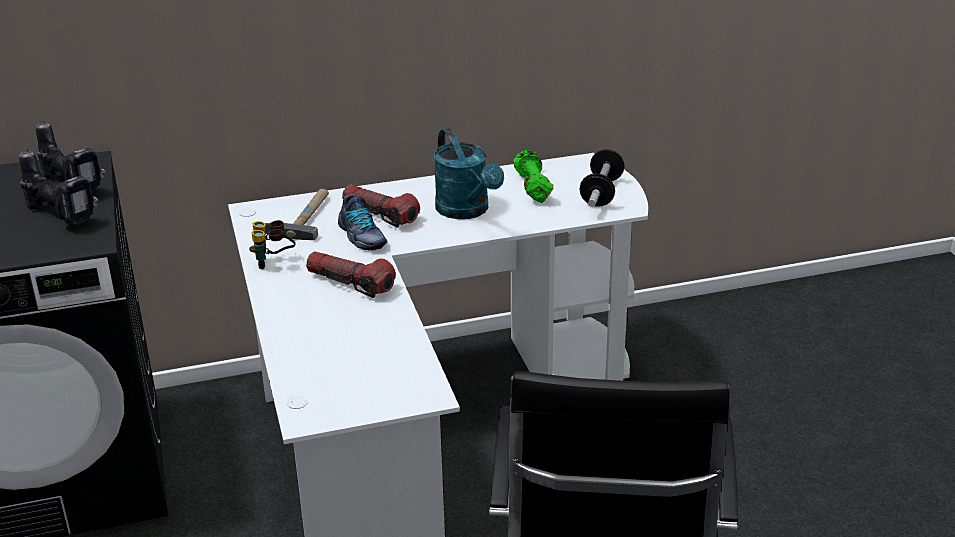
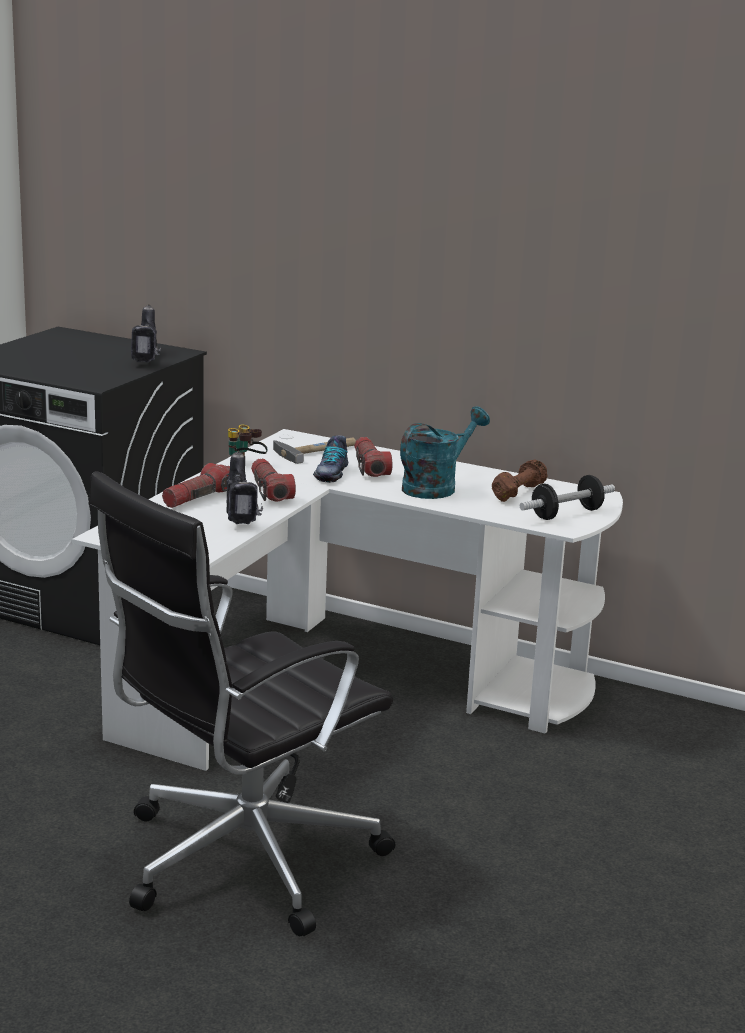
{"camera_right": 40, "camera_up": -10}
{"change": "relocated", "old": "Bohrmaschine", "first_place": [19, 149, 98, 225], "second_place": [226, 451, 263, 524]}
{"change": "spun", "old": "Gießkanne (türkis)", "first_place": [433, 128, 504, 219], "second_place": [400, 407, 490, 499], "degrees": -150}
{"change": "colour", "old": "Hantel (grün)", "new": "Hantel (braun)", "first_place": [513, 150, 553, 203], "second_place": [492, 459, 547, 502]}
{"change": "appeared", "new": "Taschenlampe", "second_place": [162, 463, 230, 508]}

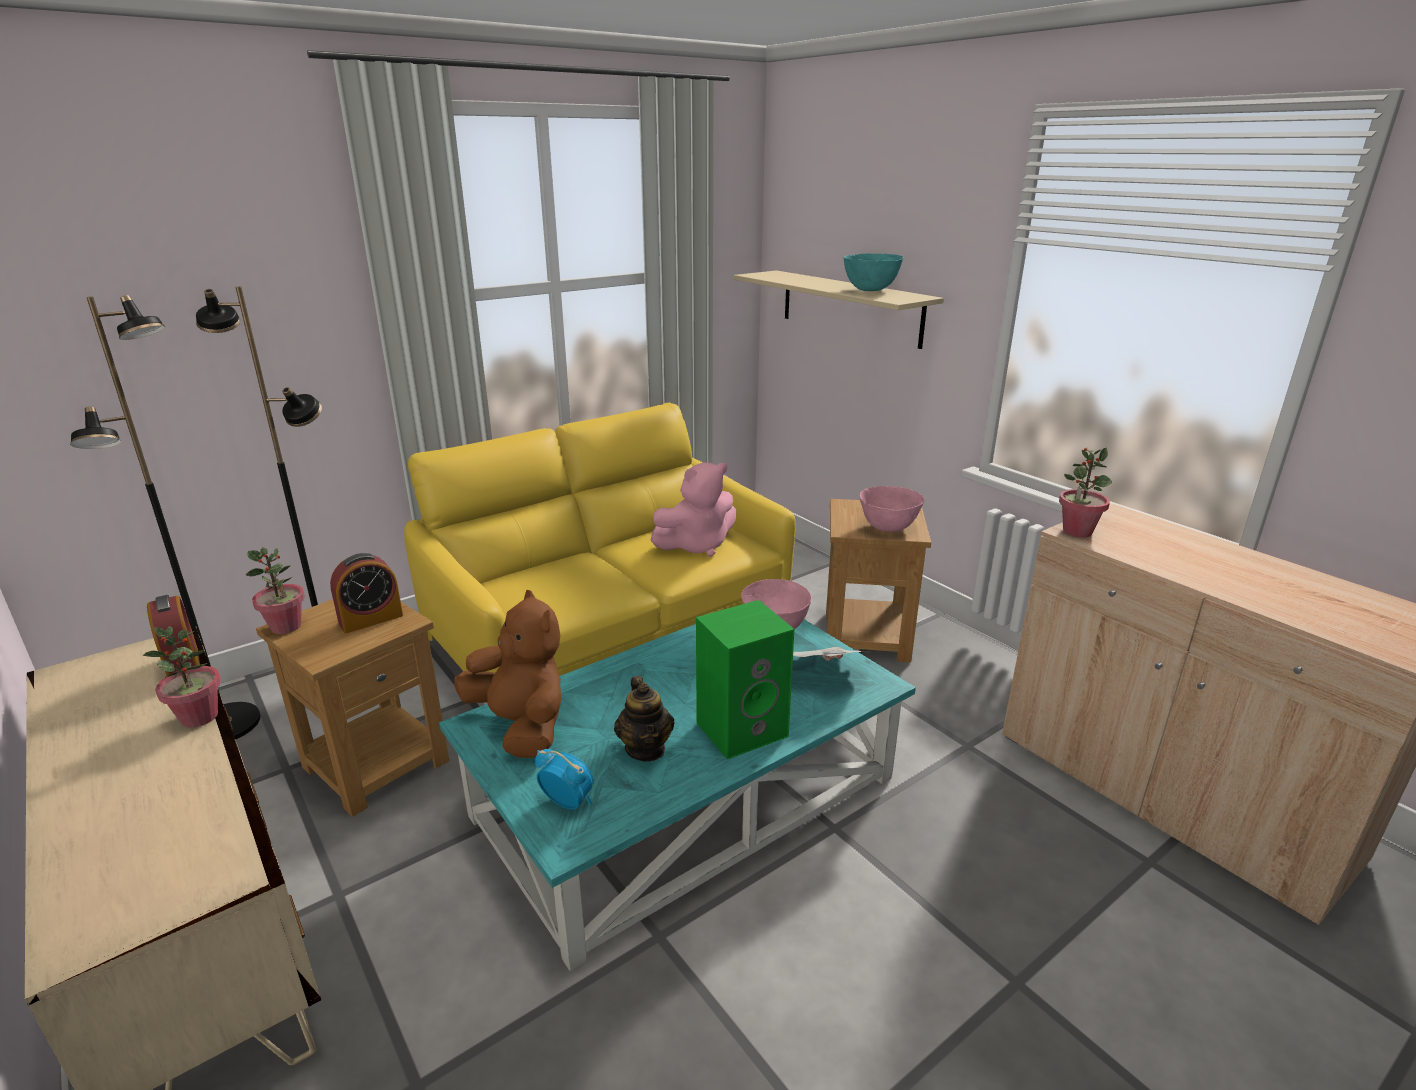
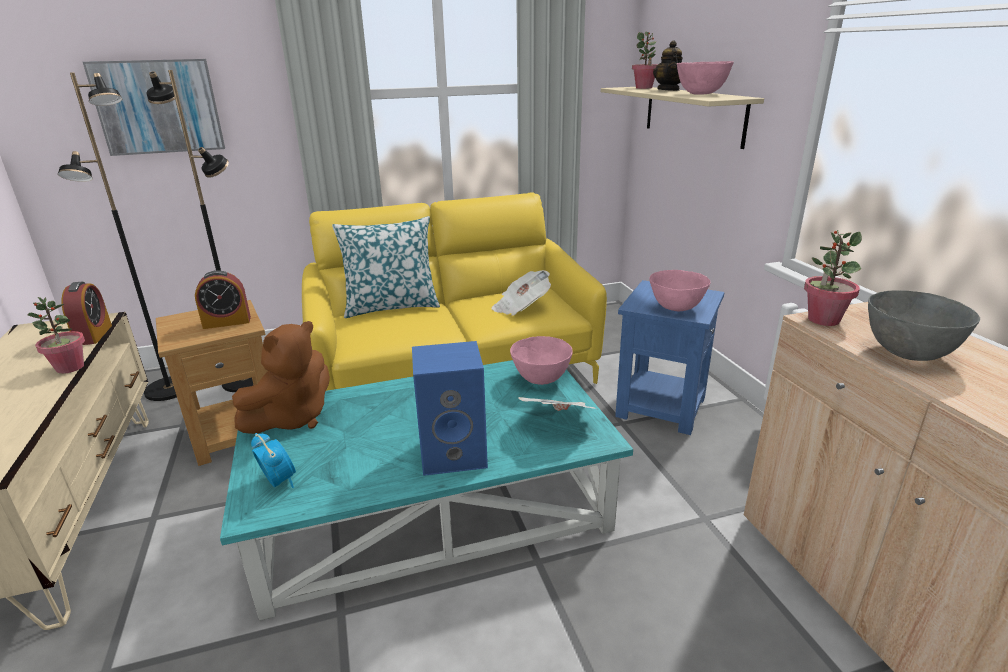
{"camera_right": 20, "camera_up": 0}
{"change": "relocated", "old": "Topfpflanze", "first_place": [245, 547, 305, 634], "second_place": [632, 32, 658, 89]}
{"change": "spun", "old": "Plüschtier (braun)", "first_place": [454, 590, 561, 758], "second_place": [232, 321, 330, 434], "degrees": 60}
{"change": "relocated", "old": "Teekanne", "first_place": [614, 676, 675, 762], "second_place": [653, 41, 683, 91]}
{"change": "exchanged", "old": "Plüschtier (rosa)", "new": "Zeitung", "first_place": [650, 462, 736, 557], "second_place": [491, 270, 551, 315]}
{"change": "colour", "old": "Lautsprecher (grün)", "new": "Lautsprecher (blau)", "first_place": [696, 600, 794, 759], "second_place": [412, 341, 488, 476]}
{"change": "colour", "old": "Beistelltisch (braun)", "new": "Beistelltisch (blau)", "first_place": [826, 499, 931, 662], "second_place": [615, 280, 724, 435]}
{"change": "colour", "old": "Schüssel (türkis)", "new": "Schüssel (rosa)", "first_place": [844, 253, 903, 291], "second_place": [677, 61, 734, 95]}
{"change": "appeared", "new": "Bild", "second_place": [83, 59, 225, 156]}
{"change": "appeared", "new": "Kissen", "second_place": [332, 216, 440, 318]}
{"change": "appeared", "new": "Schüssel (grau)", "second_place": [868, 290, 980, 361]}

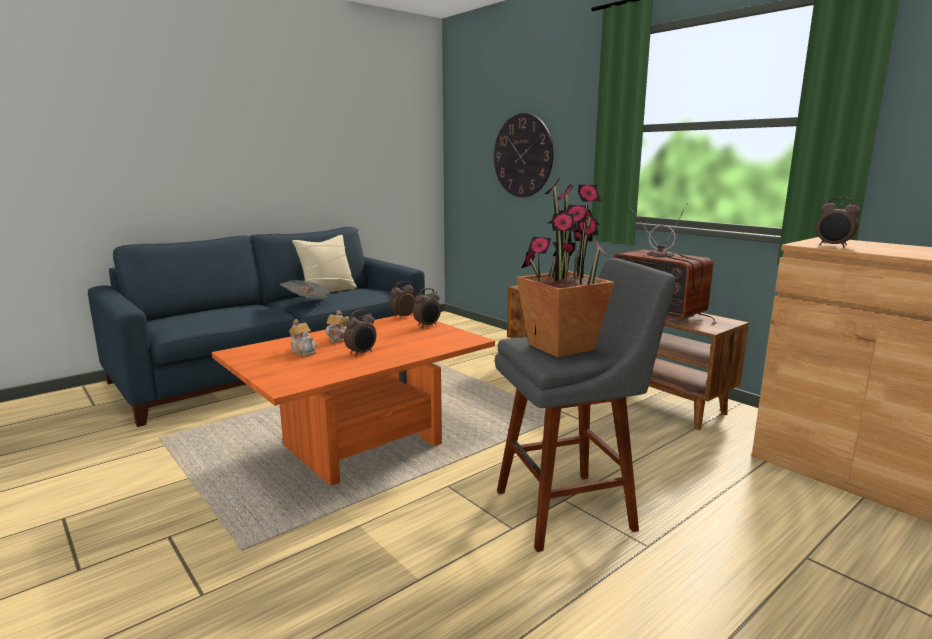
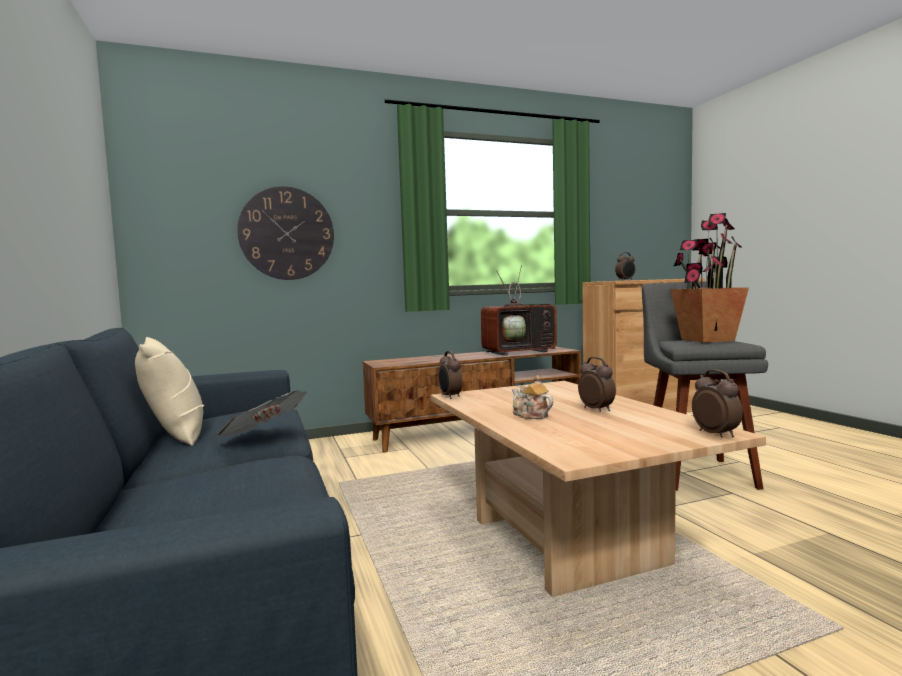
{"camera_right": -70, "camera_up": -10}
{"change": "colour", "old": "Couchtisch (orange)", "new": "Couchtisch (beige)", "first_place": [212, 313, 495, 486], "second_place": [431, 381, 766, 597]}
{"change": "missing", "old": "Teekanne", "first_place": [289, 319, 317, 356]}
{"change": "relocated", "old": "Wecker", "first_place": [413, 288, 441, 328], "second_place": [692, 369, 743, 438]}

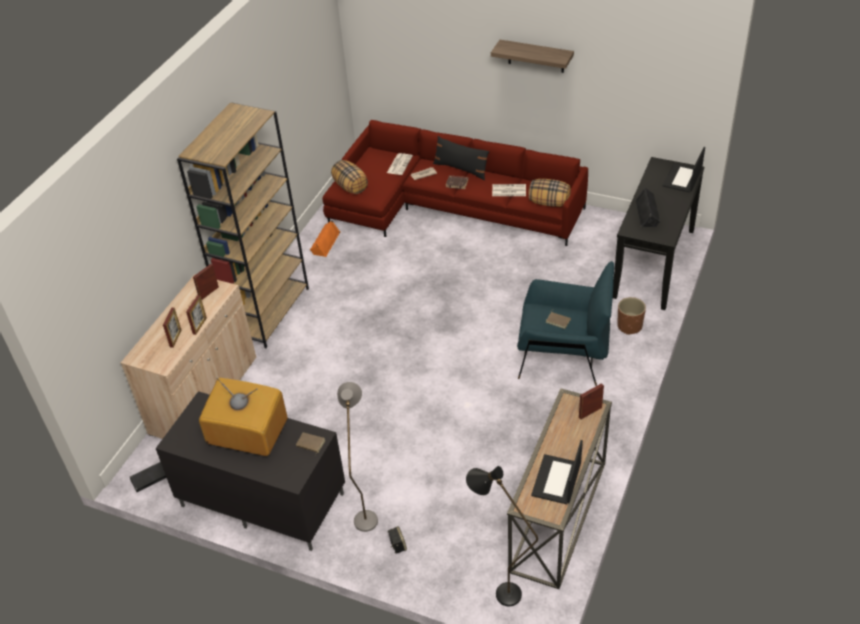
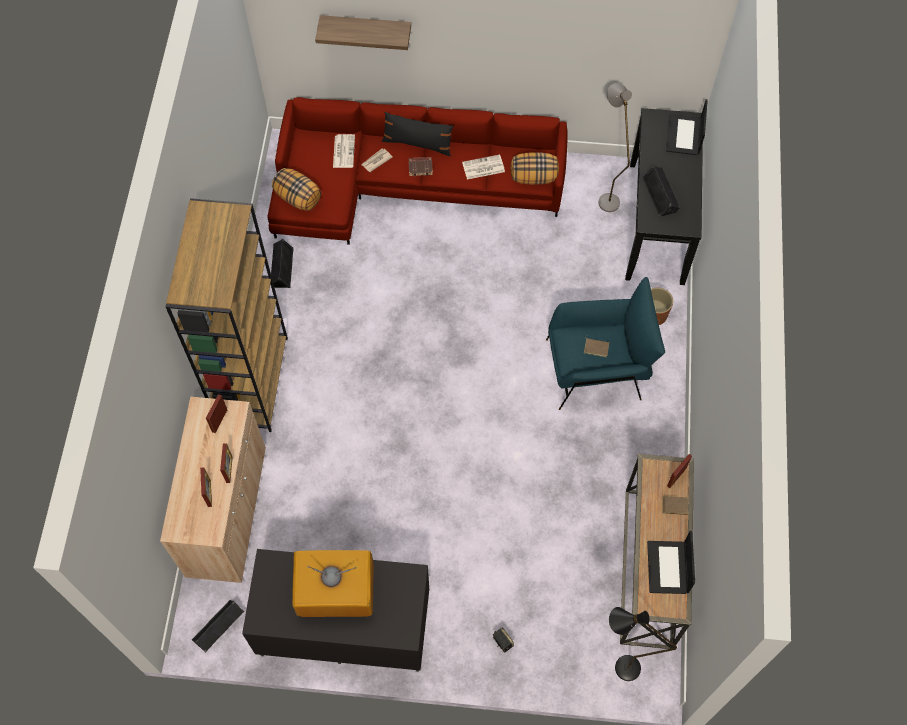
{"camera_right": -20, "camera_up": 20}
{"change": "relocated", "old": "Buch (braun)", "first_place": [296, 433, 325, 455], "second_place": [662, 496, 690, 518]}
{"change": "colour", "old": "Lautsprecher (orange)", "new": "Lautsprecher (schwarz)", "first_place": [310, 220, 340, 257], "second_place": [270, 239, 294, 288]}
{"change": "relocated", "old": "Stehlampe (grau)", "first_place": [337, 382, 378, 532], "second_place": [598, 83, 632, 212]}
{"change": "relocated", "old": "Wandregal", "first_place": [491, 40, 574, 73], "second_place": [315, 15, 411, 50]}

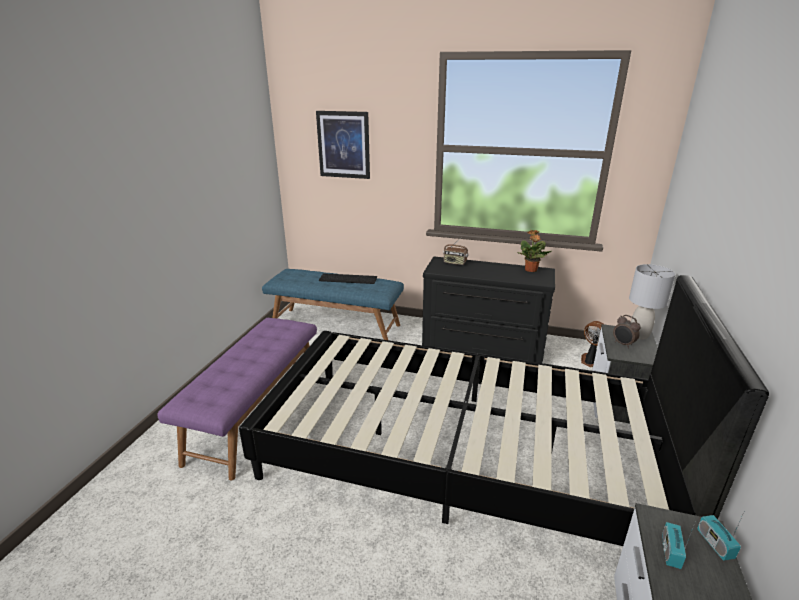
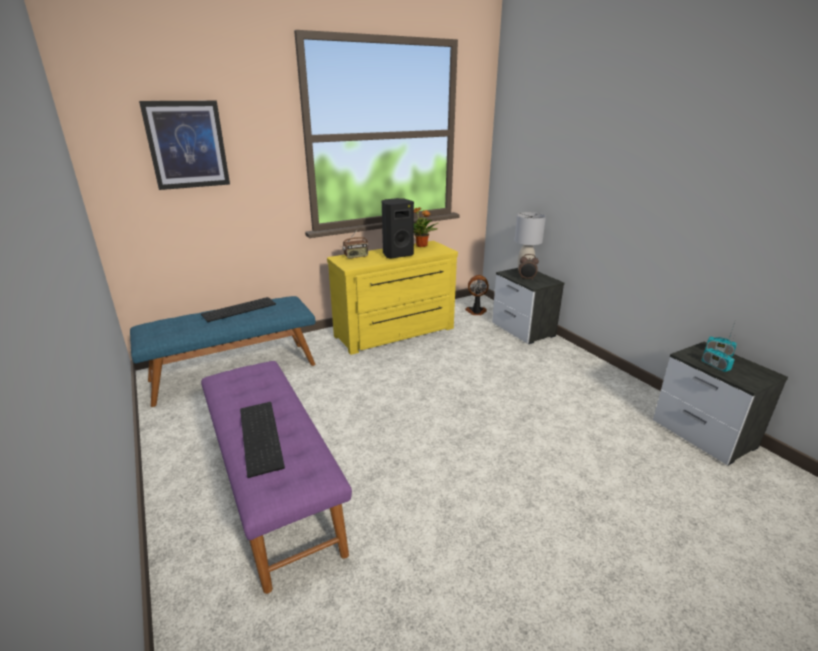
{"camera_right": -45, "camera_up": 0}
{"change": "missing", "old": "Bett (schwarz)", "first_place": [239, 275, 769, 546]}
{"change": "colour", "old": "Kommode (schwarz)", "new": "Kommode (gelb)", "first_place": [422, 257, 555, 363], "second_place": [327, 241, 458, 355]}
{"change": "appeared", "new": "Tastatur", "second_place": [240, 402, 285, 478]}
{"change": "appeared", "new": "Lautsprecher (schwarz)", "second_place": [382, 198, 414, 259]}

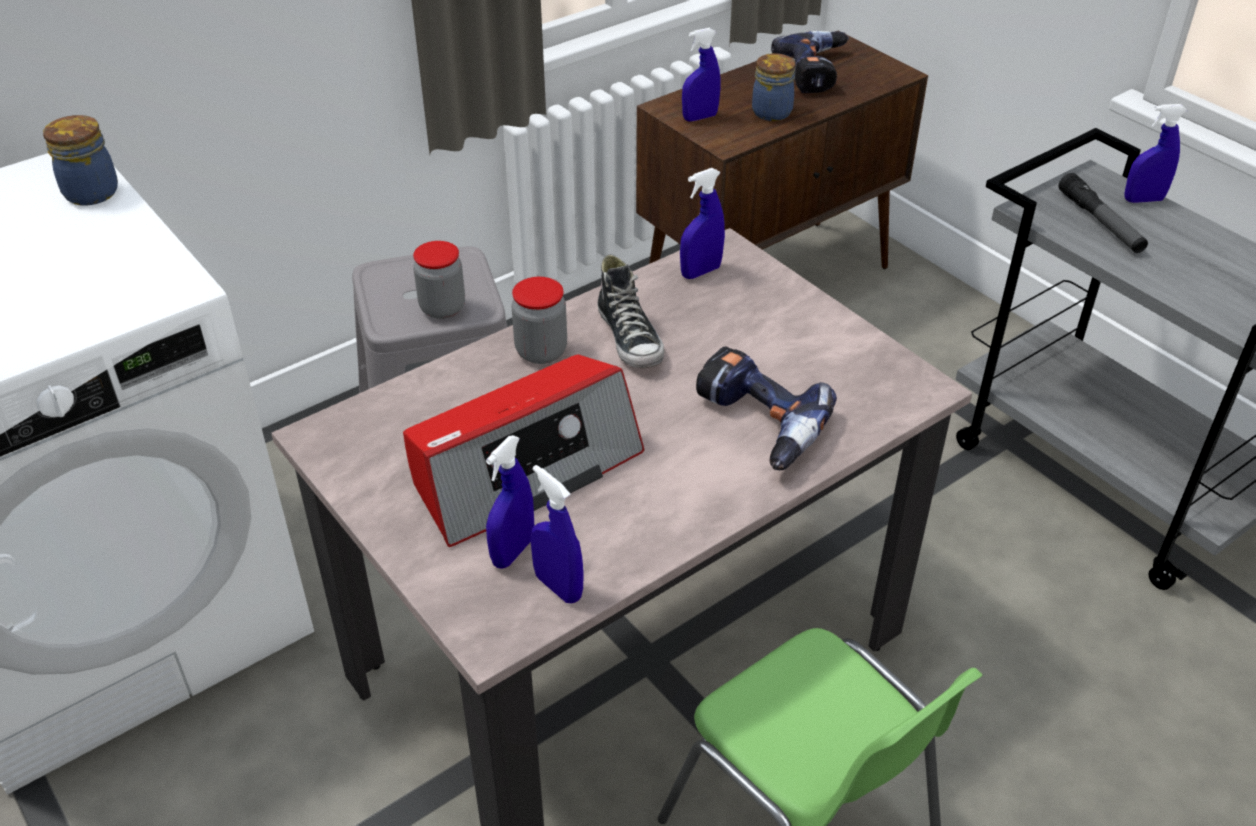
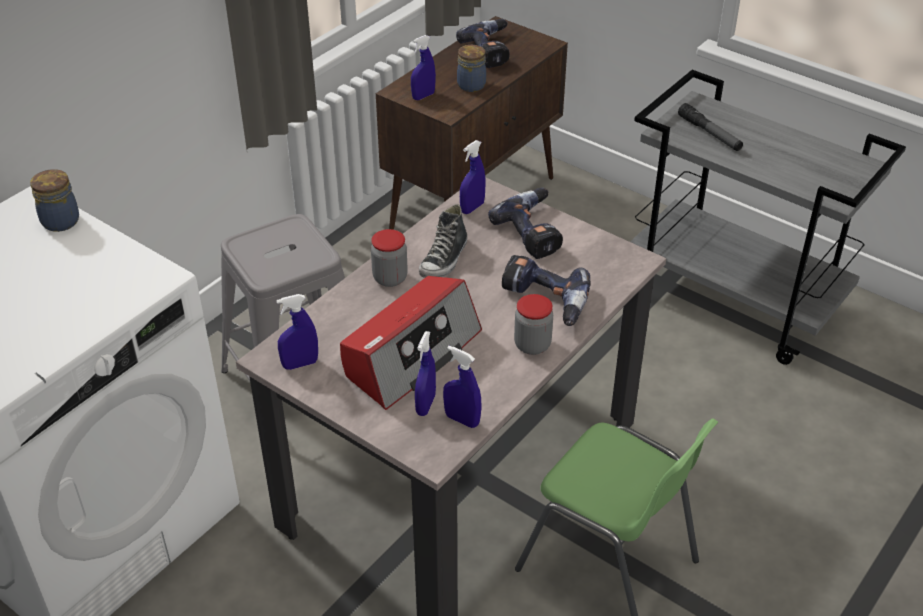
{"camera_right": -15, "camera_up": 0}
{"change": "relocated", "old": "Vorratsglas", "first_place": [413, 241, 465, 319], "second_place": [514, 294, 553, 355]}
{"change": "spun", "old": "Schuh", "first_place": [597, 255, 664, 368], "second_place": [419, 204, 468, 278], "degrees": 60}
{"change": "relocated", "old": "Sprühflasche (blau)", "first_place": [1124, 104, 1187, 203], "second_place": [276, 294, 318, 370]}
{"change": "appeared", "new": "Bohrmaschine", "second_place": [488, 188, 563, 259]}

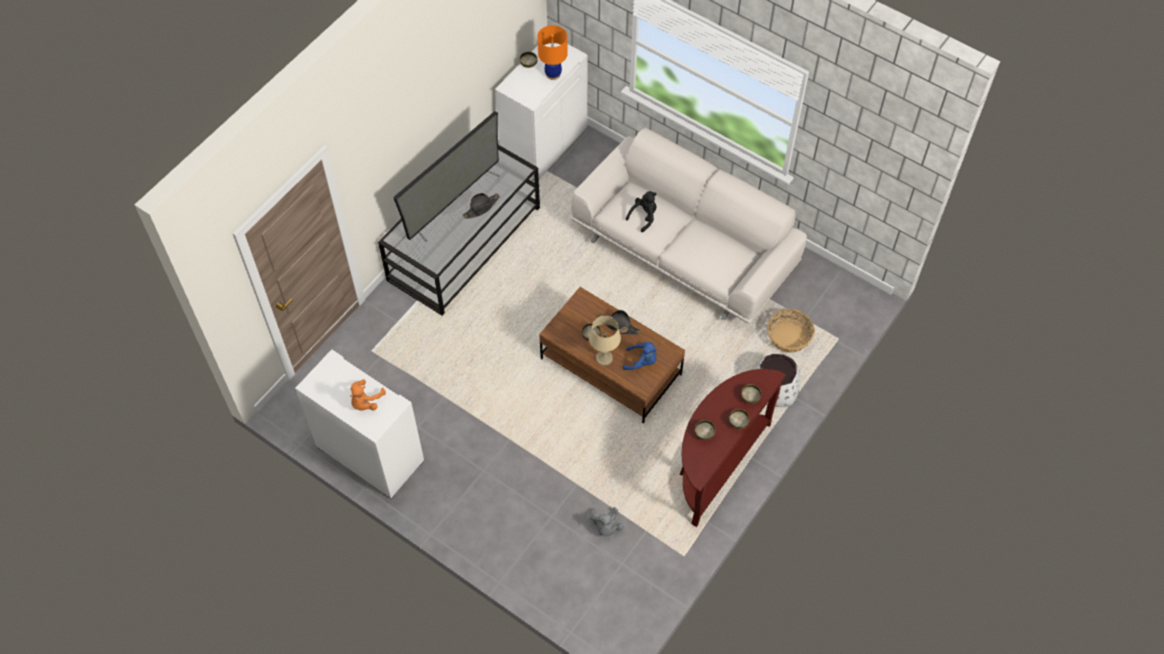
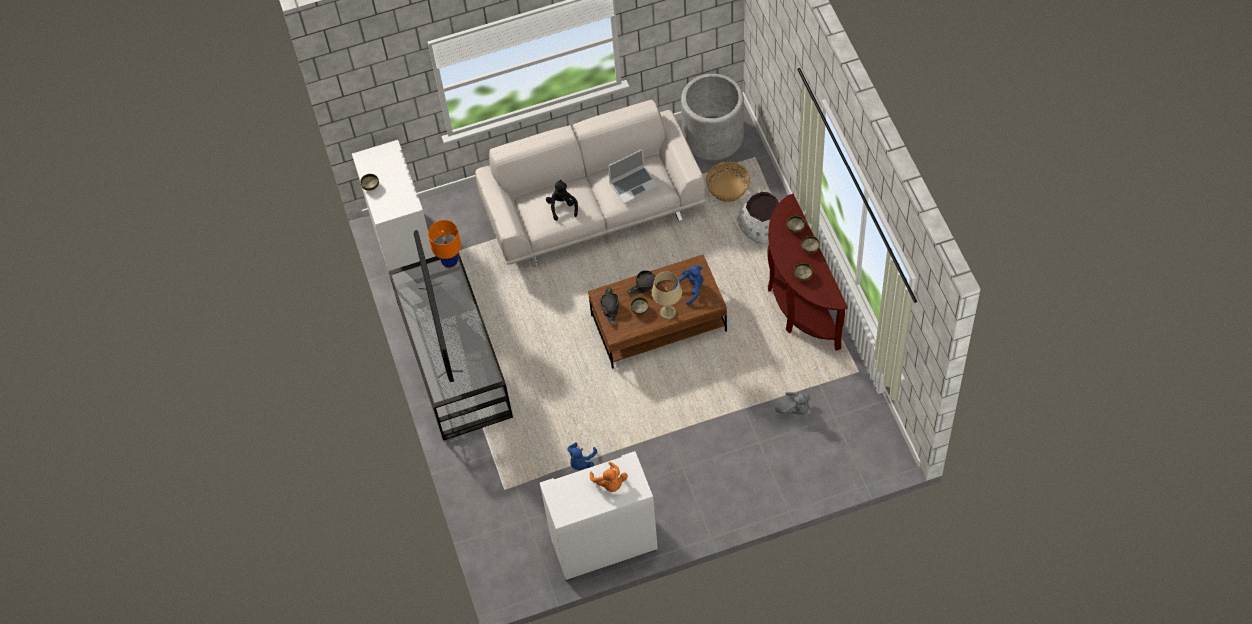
{"camera_right": -50, "camera_up": 0}
{"change": "relocated", "old": "Hut (schwarz)", "first_place": [463, 193, 500, 219], "second_place": [600, 287, 619, 324]}
{"change": "relocated", "old": "Tischlampe (orange)", "first_place": [537, 25, 568, 80], "second_place": [428, 220, 461, 269]}
{"change": "appeared", "new": "Plüschtier (blau)", "second_place": [567, 442, 597, 470]}
{"change": "appeared", "new": "Laptop", "second_place": [608, 149, 658, 204]}
{"change": "appeared", "new": "Pflanzkübel (grau)", "second_place": [681, 74, 744, 160]}

